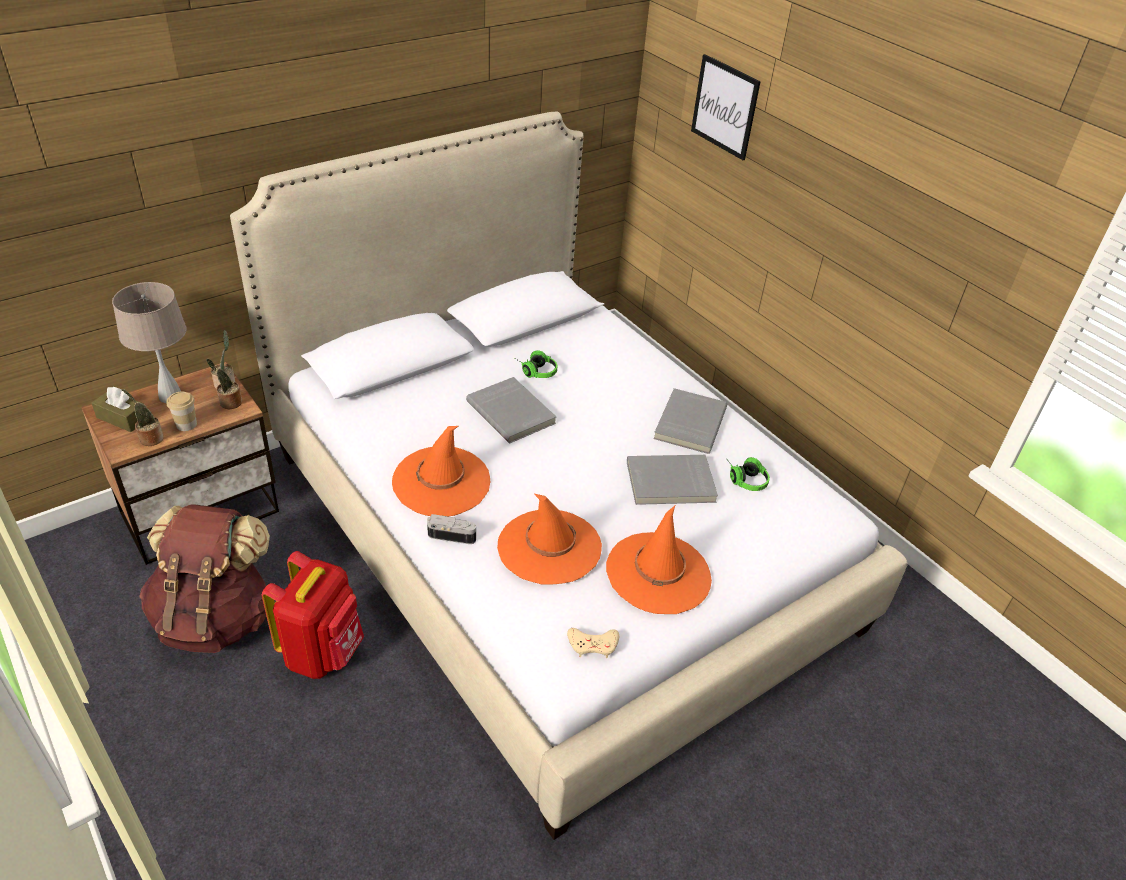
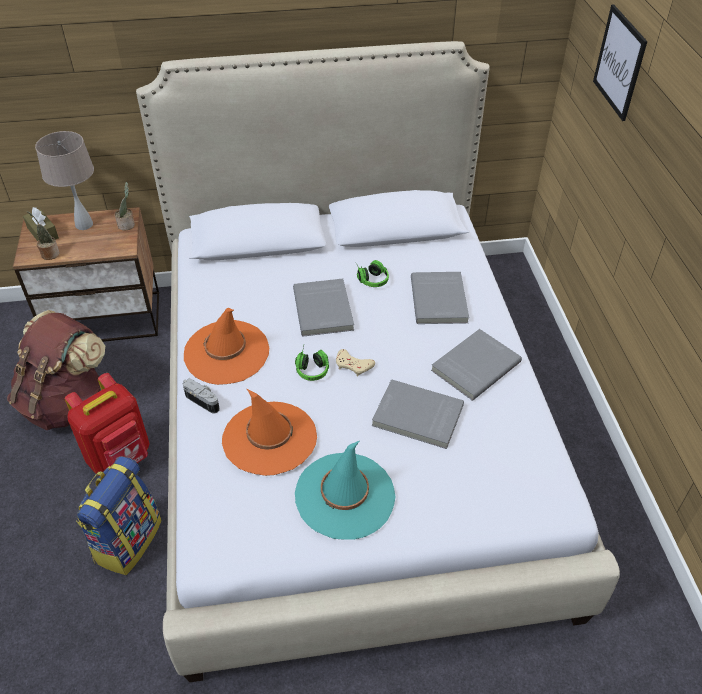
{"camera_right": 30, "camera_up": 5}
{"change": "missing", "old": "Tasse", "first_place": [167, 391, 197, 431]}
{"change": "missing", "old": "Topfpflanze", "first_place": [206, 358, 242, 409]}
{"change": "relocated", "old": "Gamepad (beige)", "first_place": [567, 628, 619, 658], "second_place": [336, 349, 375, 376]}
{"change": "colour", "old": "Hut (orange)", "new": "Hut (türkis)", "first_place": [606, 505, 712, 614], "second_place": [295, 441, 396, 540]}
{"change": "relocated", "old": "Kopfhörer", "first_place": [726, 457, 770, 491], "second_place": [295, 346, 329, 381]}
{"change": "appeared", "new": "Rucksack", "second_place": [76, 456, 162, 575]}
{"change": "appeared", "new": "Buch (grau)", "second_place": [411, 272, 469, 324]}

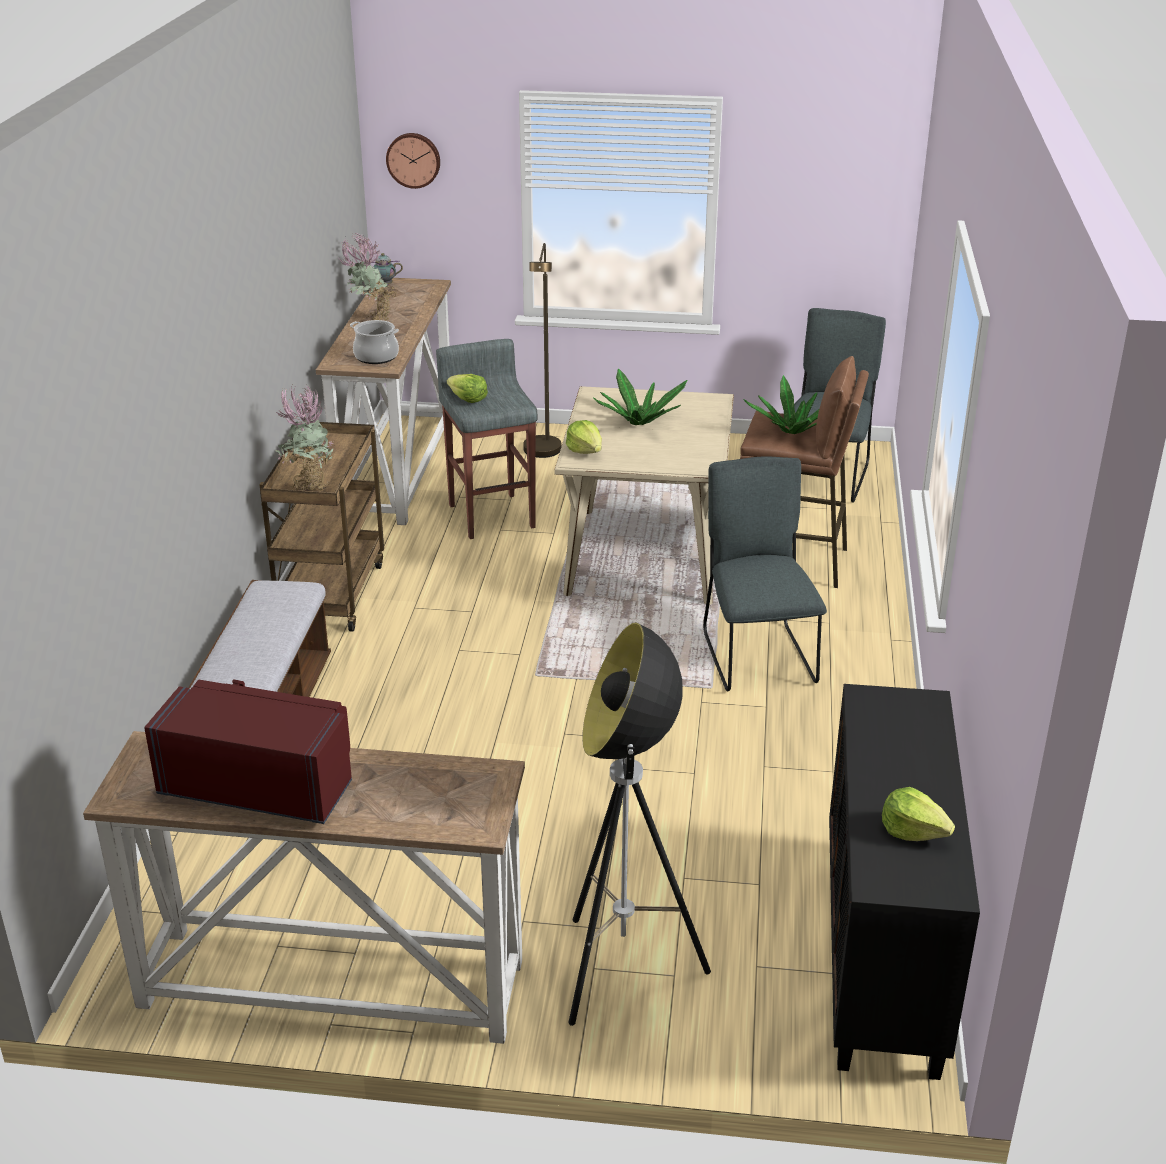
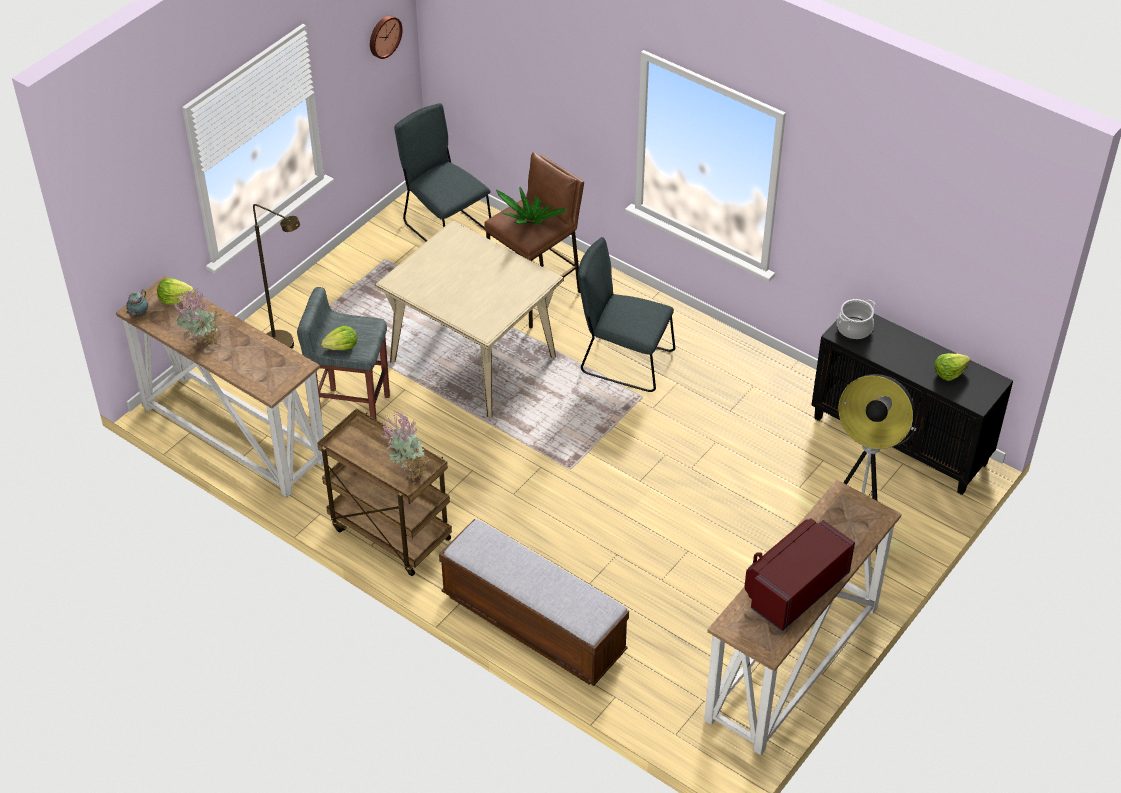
{"camera_right": -60, "camera_up": 15}
{"change": "relocated", "old": "Kochtopf", "first_place": [350, 320, 399, 364], "second_place": [837, 299, 875, 339]}
{"change": "relocated", "old": "Wanduhr", "first_place": [386, 133, 440, 189], "second_place": [370, 16, 402, 59]}
{"change": "relocated", "old": "Salatkopf", "first_place": [566, 420, 602, 454], "second_place": [157, 278, 194, 305]}
{"change": "missing", "old": "Topfpflanze", "first_place": [593, 368, 687, 425]}

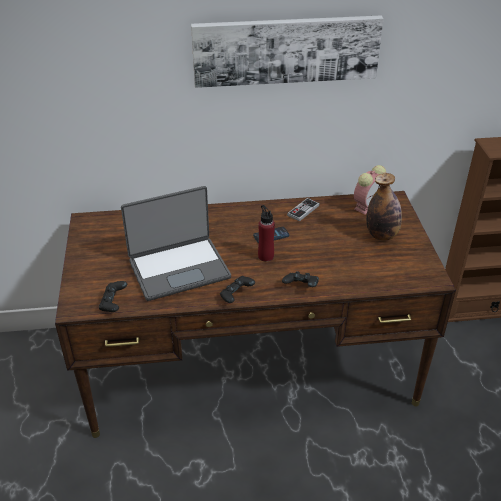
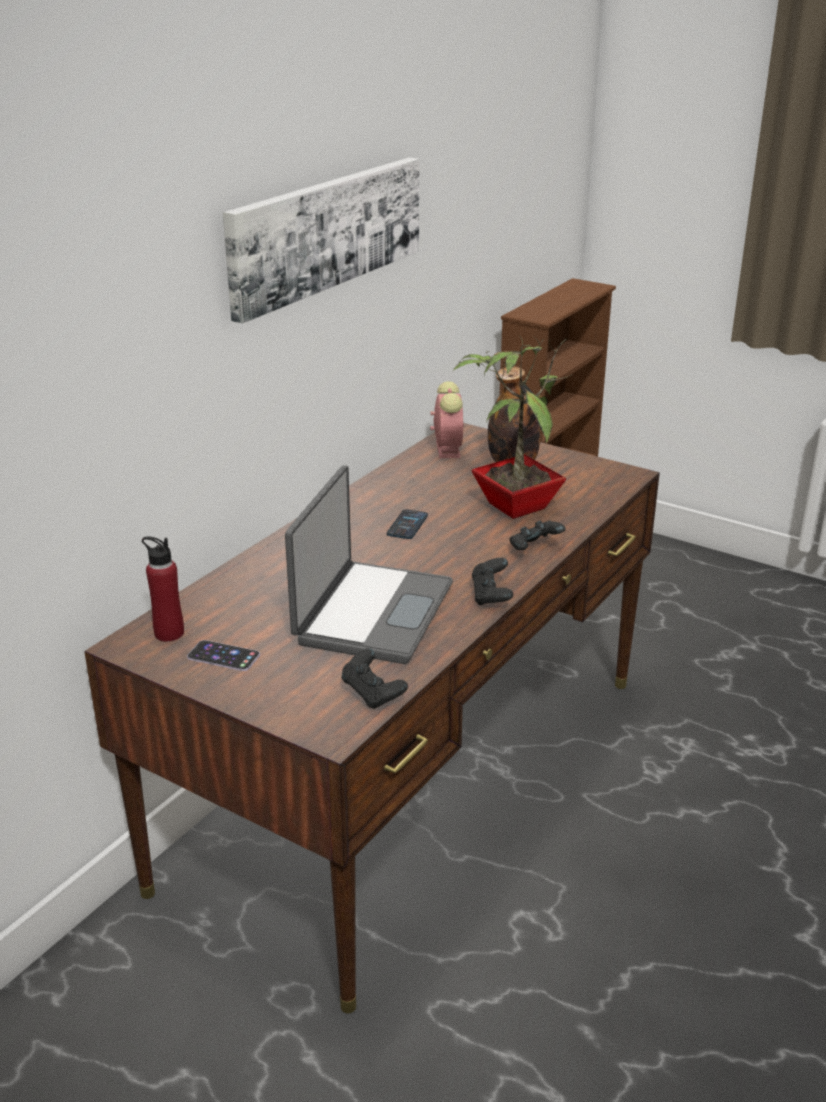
{"camera_right": -50, "camera_up": -10}
{"change": "relocated", "old": "Flasche (rot)", "first_place": [258, 205, 275, 261], "second_place": [142, 536, 184, 642]}
{"change": "missing", "old": "Gamepad", "first_place": [287, 198, 320, 222]}
{"change": "appeared", "new": "Handy", "second_place": [187, 640, 260, 671]}
{"change": "appeared", "new": "Topfpflanze", "second_place": [452, 335, 573, 519]}

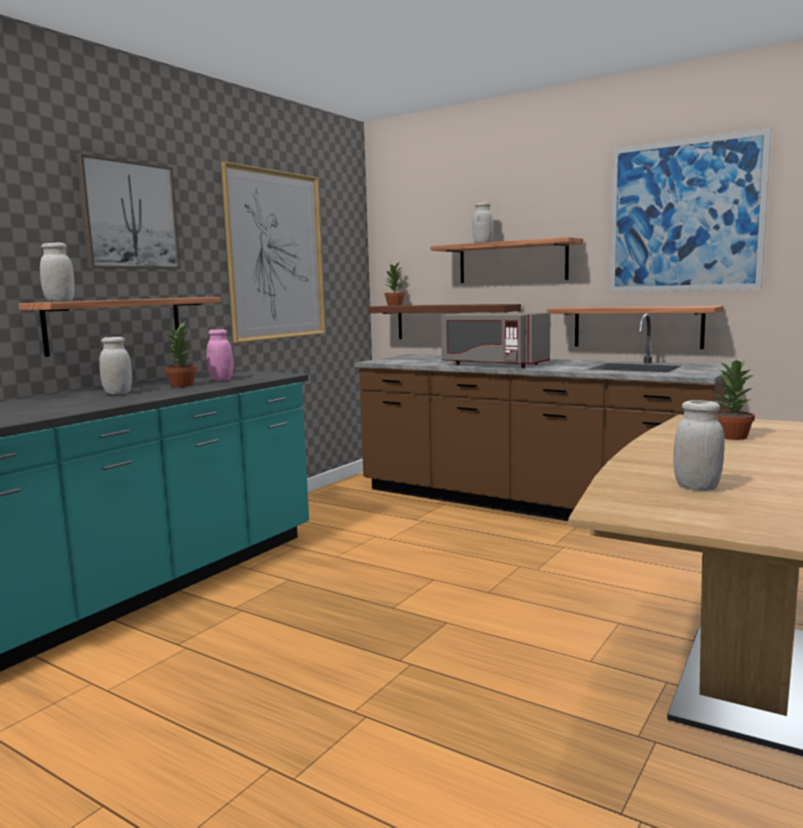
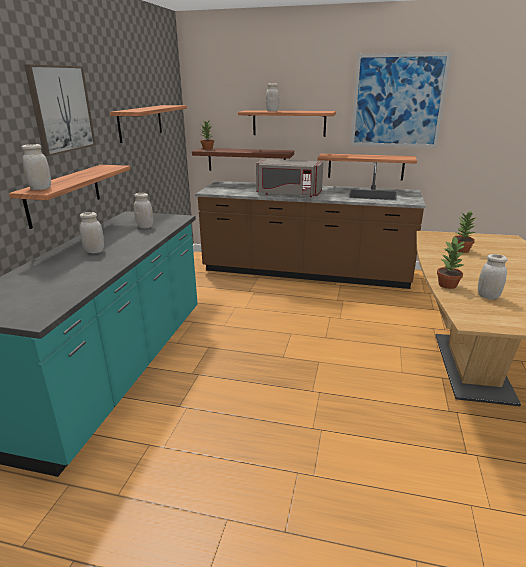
{"camera_right": -20, "camera_up": 15}
{"change": "relocated", "old": "Topfpflanze", "first_place": [165, 322, 197, 387], "second_place": [437, 237, 466, 289]}
{"change": "colour", "old": "Vorratsglas (rosa)", "new": "Vorratsglas (weiß)", "first_place": [207, 329, 233, 381], "second_place": [134, 193, 153, 229]}
{"change": "exchanged", "old": "Bild", "new": "Wandregal", "first_place": [221, 161, 326, 343], "second_place": [110, 105, 187, 143]}

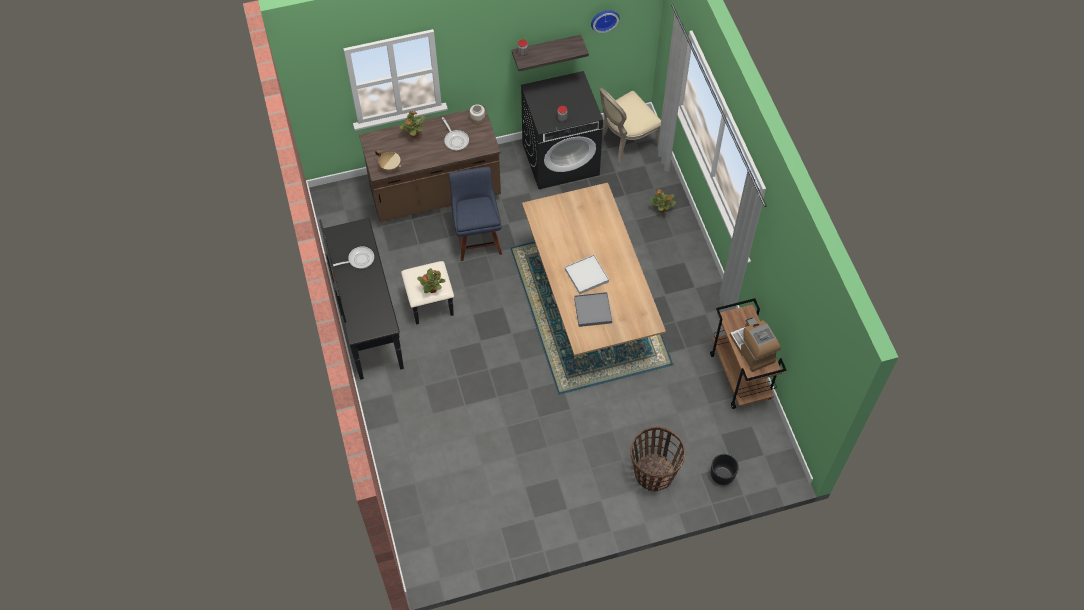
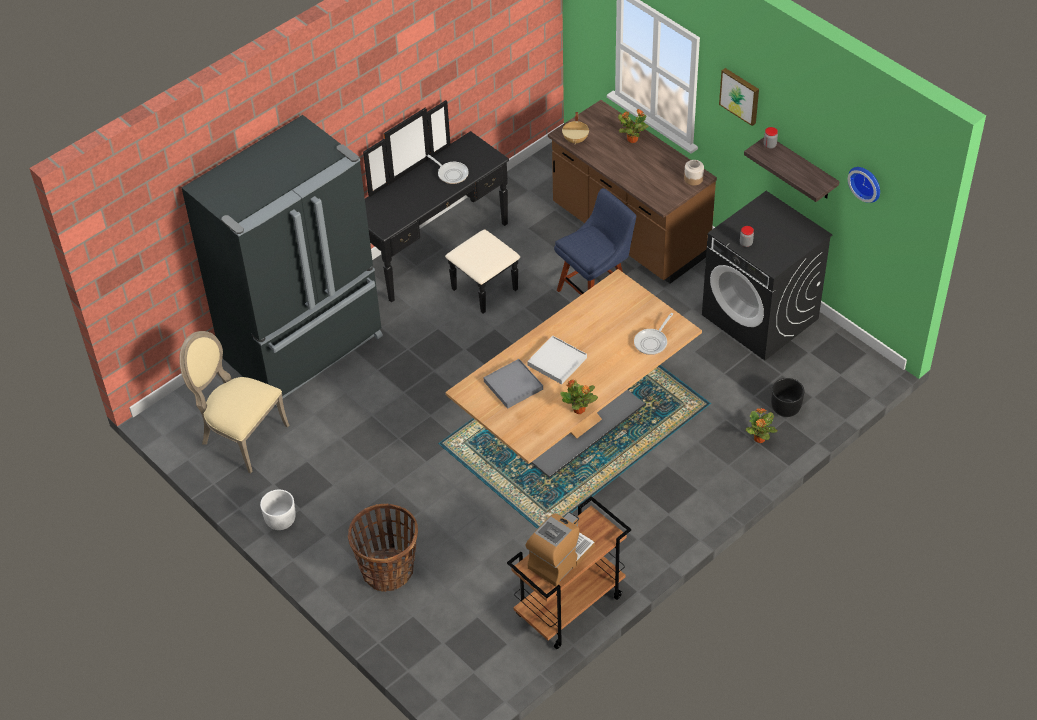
{"camera_right": 65, "camera_up": -10}
{"change": "relocated", "old": "Topfpflanze", "first_place": [417, 268, 445, 293], "second_place": [560, 379, 598, 414]}
{"change": "relocated", "old": "Pfanne", "first_place": [442, 117, 469, 151], "second_place": [634, 313, 673, 355]}
{"change": "relocated", "old": "Stuhl (beige)", "first_place": [599, 87, 661, 163], "second_place": [179, 331, 290, 473]}
{"change": "relocated", "old": "Pflanzkübel (schwarz)", "first_place": [711, 454, 739, 485], "second_place": [771, 378, 805, 417]}
{"change": "appeared", "new": "Kühlschrank (schwarz)", "second_place": [181, 115, 383, 408]}
{"change": "appeared", "new": "Pflanzkübel (weiß)", "second_place": [260, 489, 296, 530]}
{"change": "appeared", "new": "Bild", "second_place": [719, 68, 759, 126]}

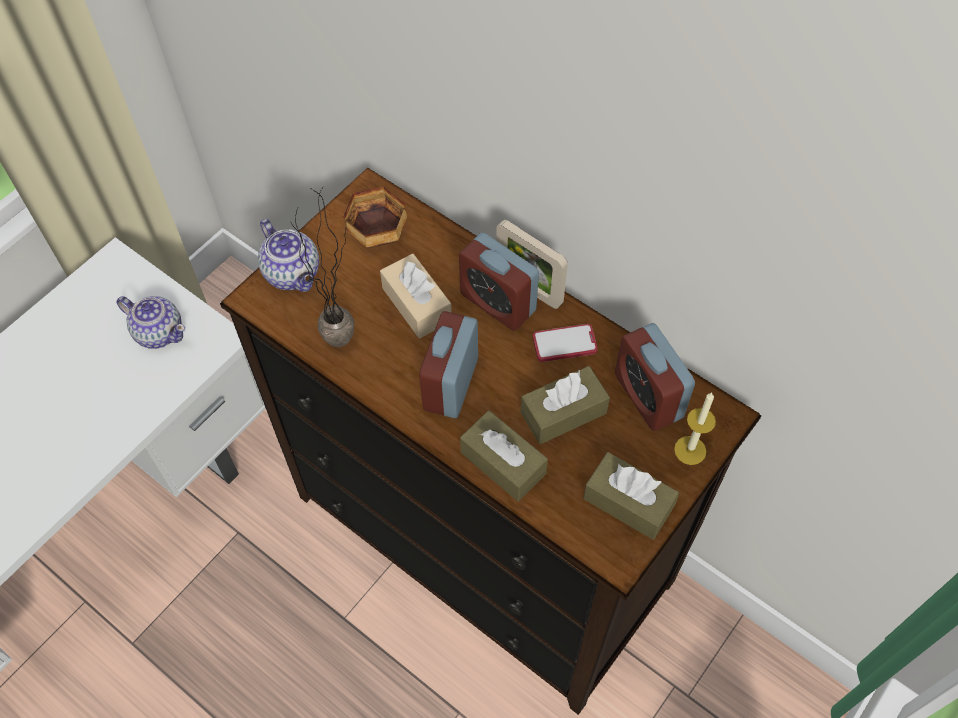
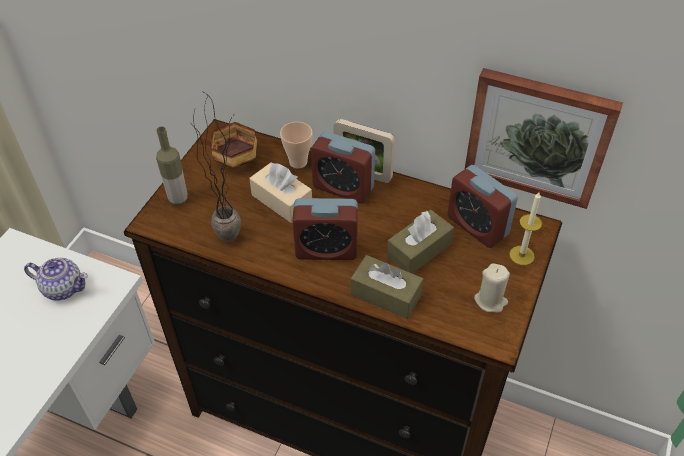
{"camera_right": -15, "camera_up": -10}
{"change": "exchanged", "old": "Teekanne", "new": "Flasche", "first_place": [258, 219, 319, 292], "second_place": [156, 126, 188, 205]}
{"change": "spun", "old": "Wecker", "first_place": [419, 311, 478, 418], "second_place": [292, 198, 358, 260], "degrees": -90}
{"change": "missing", "old": "Handy", "first_place": [533, 324, 598, 362]}
{"change": "exchanged", "old": "Taschentuchbox (braun)", "new": "Kerze (beige)", "first_place": [583, 452, 679, 540], "second_place": [474, 263, 510, 313]}
{"change": "appeared", "new": "Tasse", "second_place": [280, 122, 313, 169]}
{"change": "appeared", "new": "Bild", "second_place": [465, 68, 623, 209]}

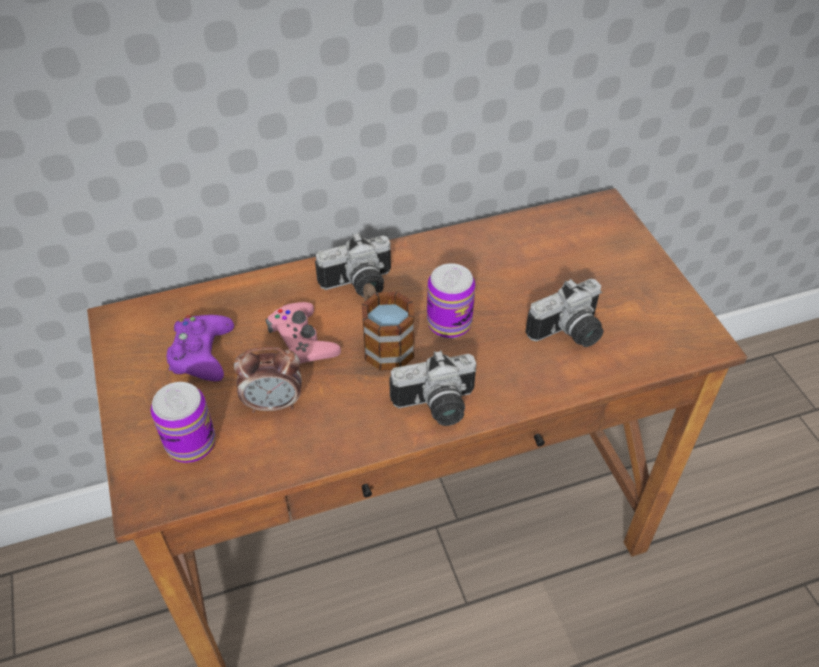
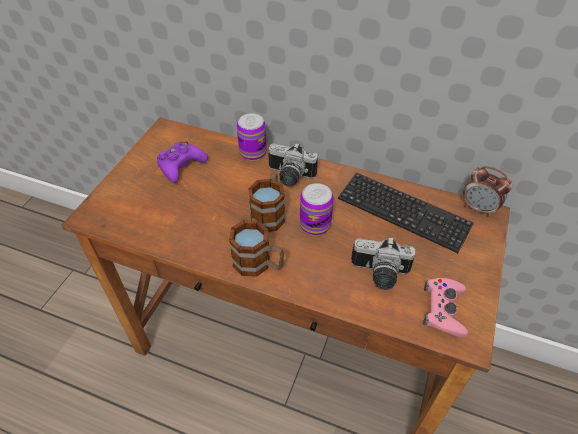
{"camera_right": 40, "camera_up": 0}
{"change": "relocated", "old": "Dose", "first_place": [151, 382, 215, 463], "second_place": [237, 113, 267, 161]}
{"change": "relocated", "old": "Wecker", "first_place": [234, 347, 302, 413], "second_place": [463, 166, 512, 217]}
{"change": "relocated", "old": "Gamepad (rosa)", "first_place": [266, 302, 341, 364], "second_place": [423, 278, 468, 338]}
{"change": "exchanged", "old": "Kamera", "new": "Henkelbecher", "first_place": [389, 350, 476, 426], "second_place": [229, 220, 284, 277]}
{"change": "appeared", "new": "Tastatur", "second_place": [338, 172, 474, 253]}

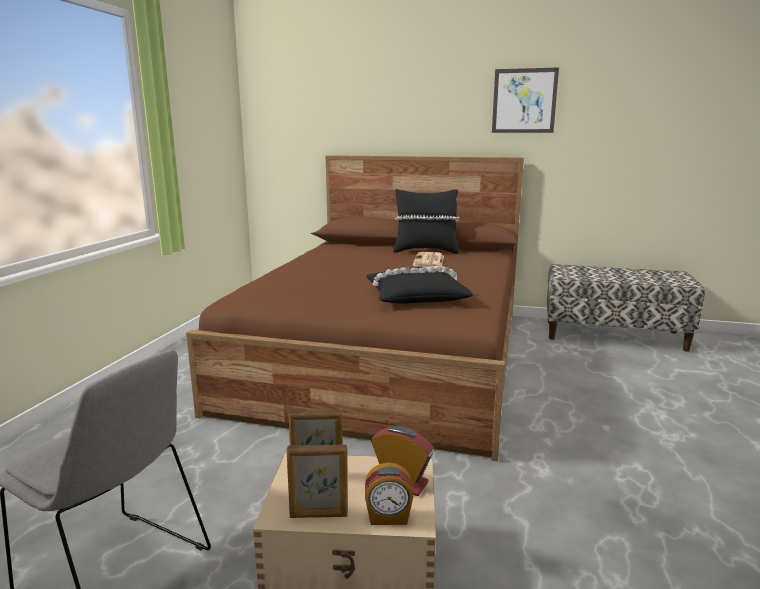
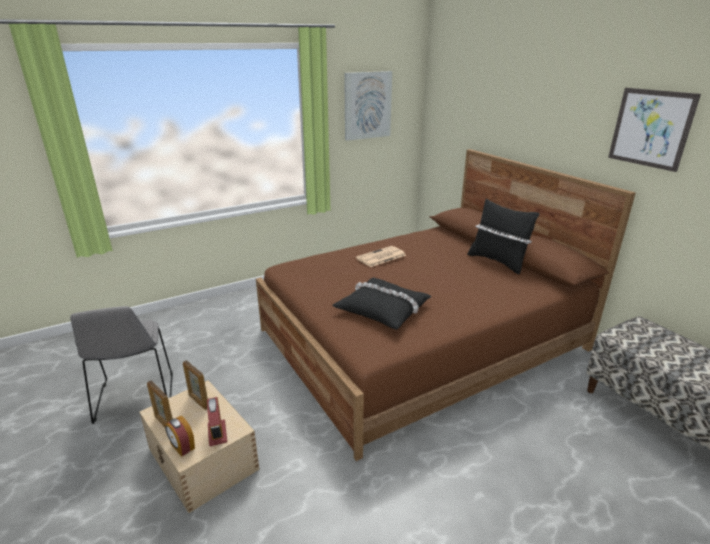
{"camera_right": 45, "camera_up": 10}
{"change": "relocated", "old": "Zeitung", "first_place": [413, 252, 444, 268], "second_place": [356, 246, 406, 267]}
{"change": "appeared", "new": "Bild", "second_place": [344, 71, 392, 141]}

